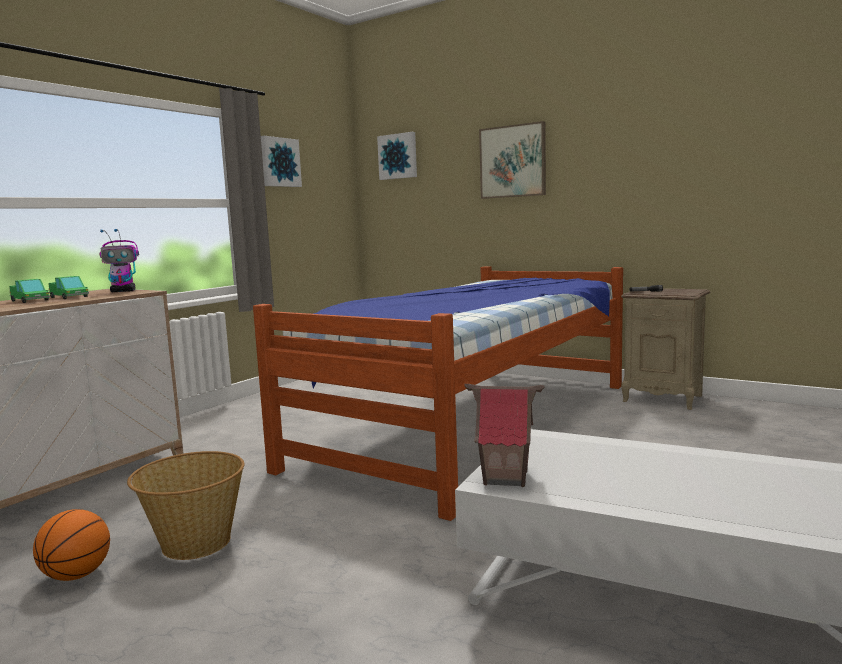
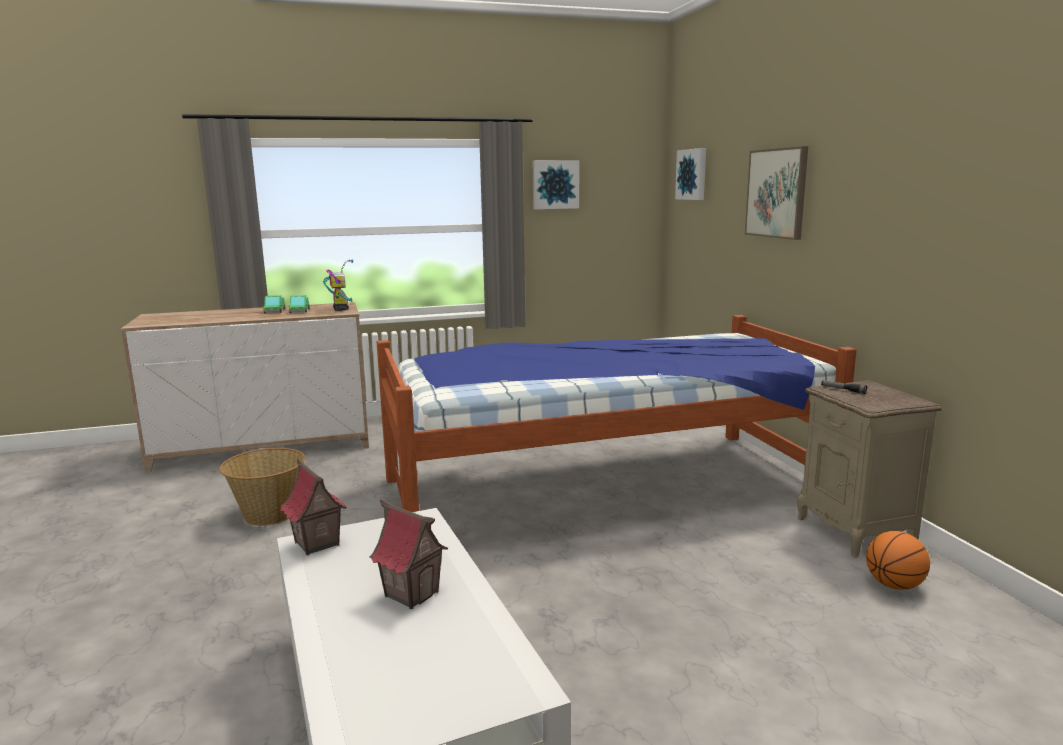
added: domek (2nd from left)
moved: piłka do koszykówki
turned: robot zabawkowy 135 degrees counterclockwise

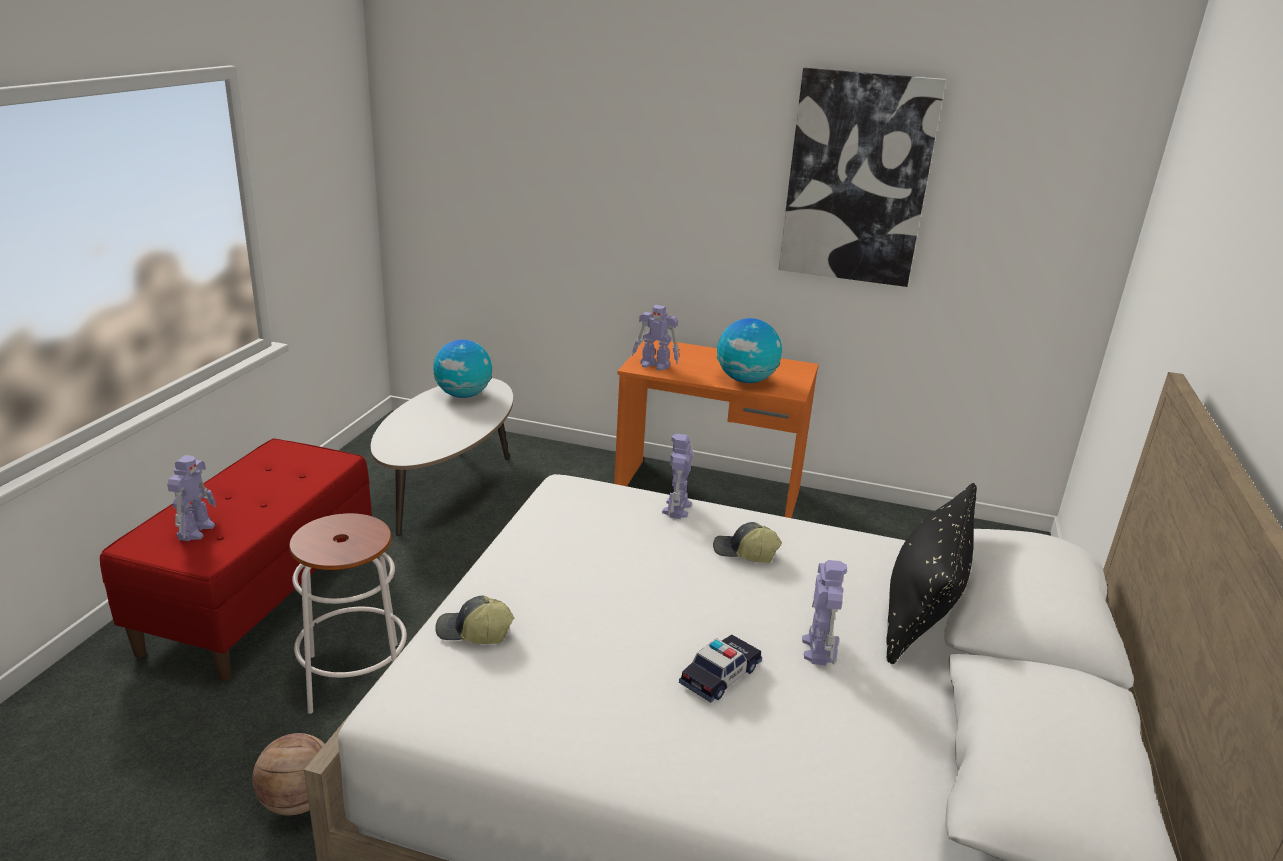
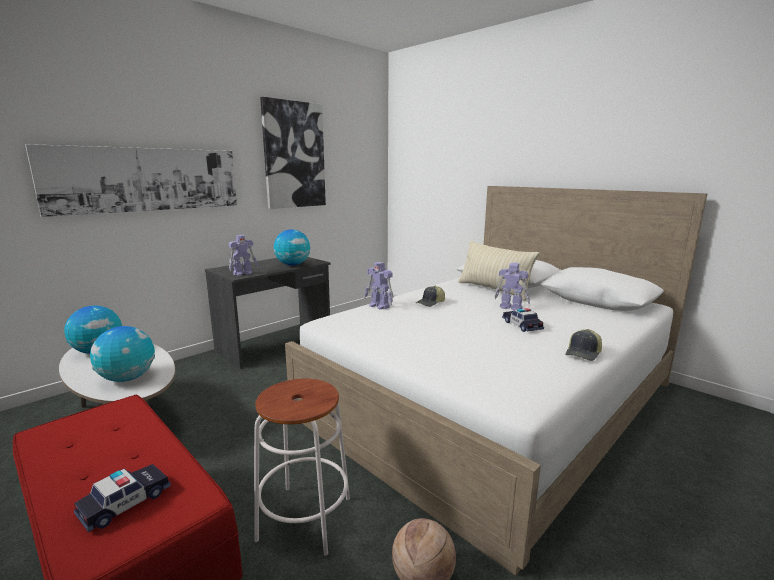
added: obraz (1st from left); globus (2nd from left)
moved: czapka z daszkiem (1st from left in the first image) to czapka z daszkiem (2nd from left)
replaced: robot zabawkowy (1st from left) to samochodzik (1st from left)
recoloured: biurko/pomarańczowy to biurko/szary; poduszka/czarny to poduszka/beżowy

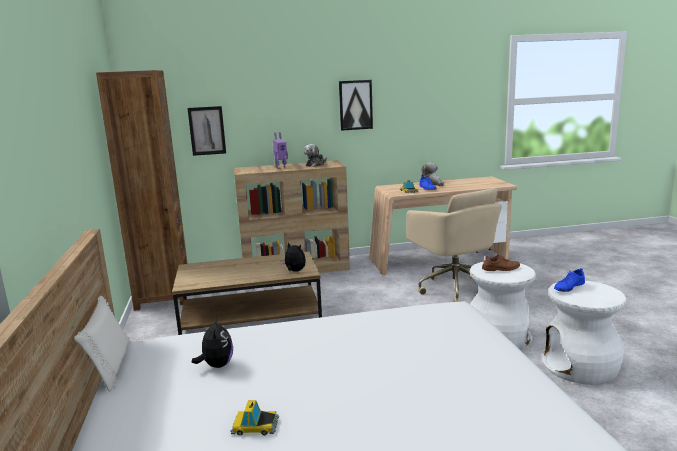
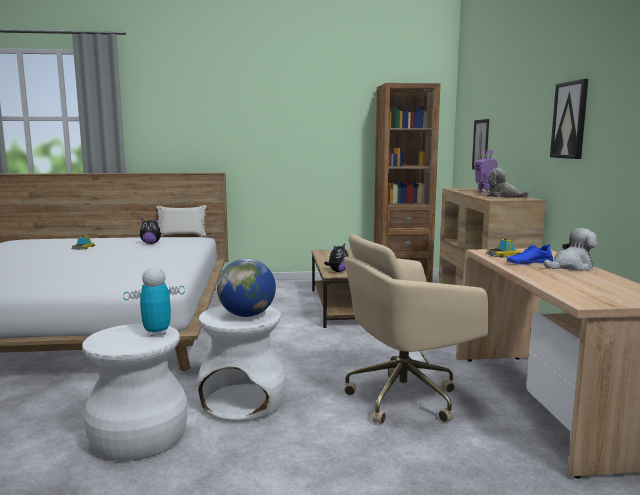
replaced: but/brązowy to globus; but/niebieski (2nd from left) to robot zabawkowy (1st from left)

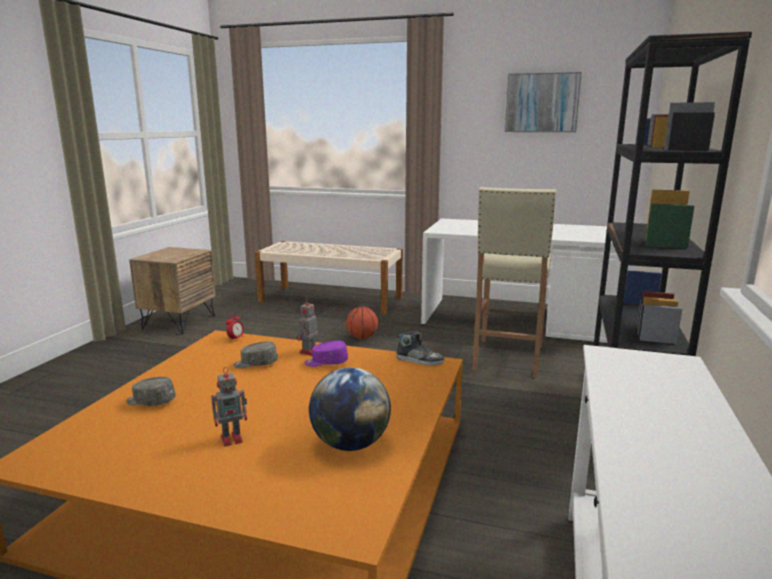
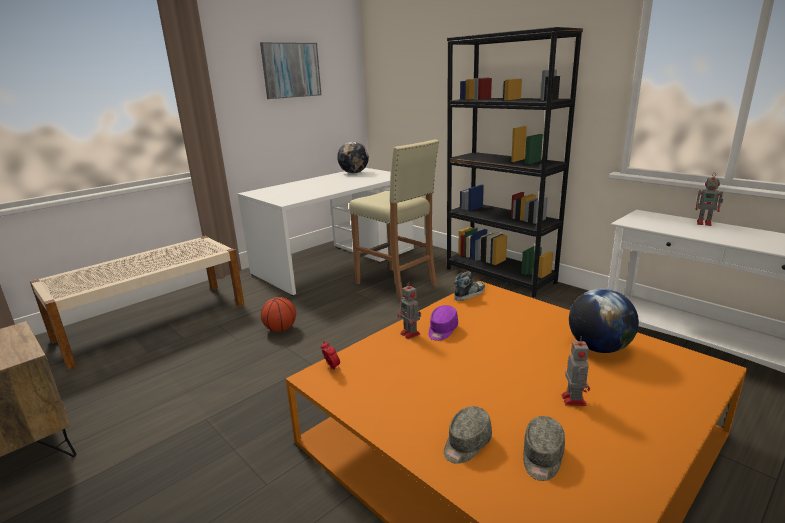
added: globus (1st from left); robot zabawkowy (3rd from left)
moved: czapka z daszkiem/szary (2nd from left)

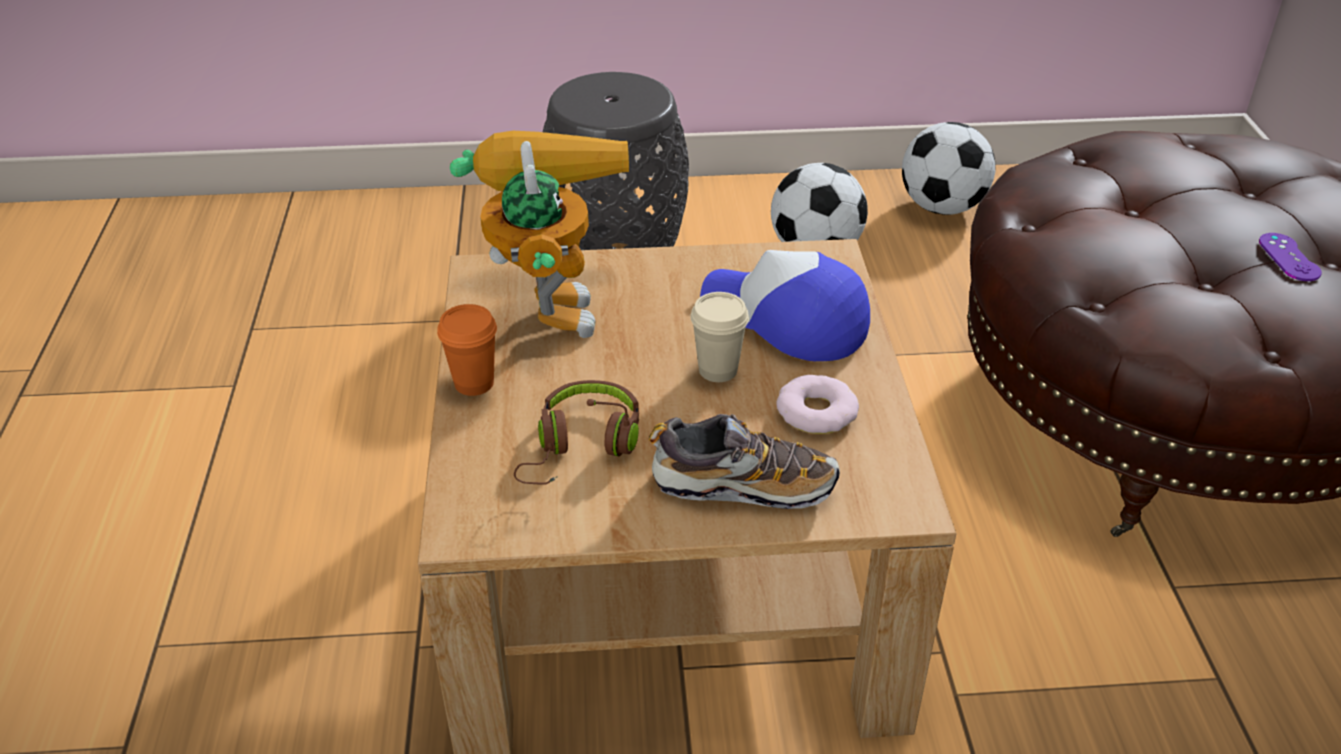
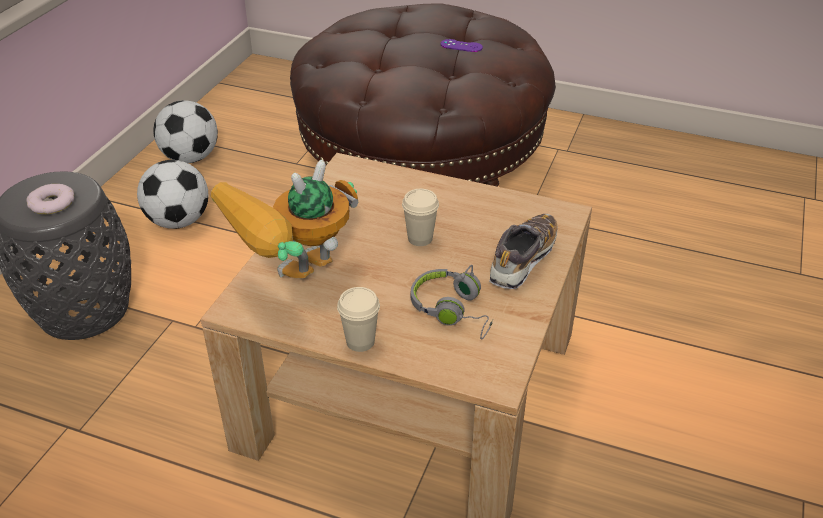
removed: czapka z daszkiem
moved: donut
recoloured: filiżanka/pomarańczowy to filiżanka/beżowy (1st from left); słuchawki/brązowy to słuchawki/szary
turned: robot zabawkowy 60 degrees counterclockwise

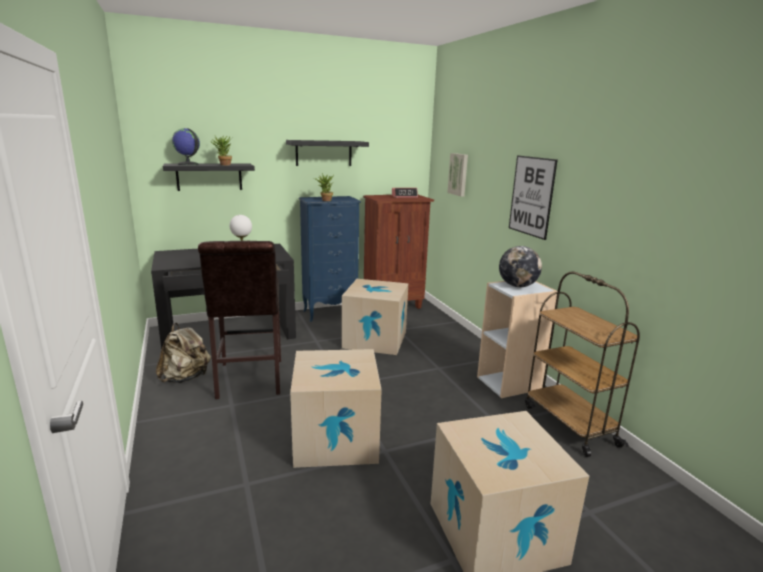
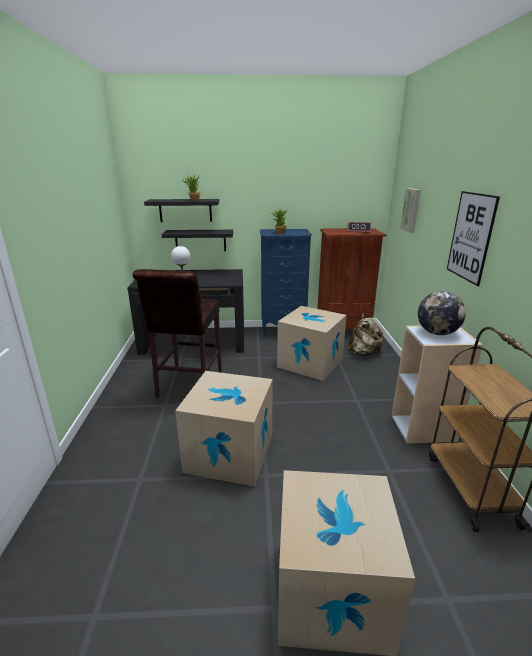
removed: globus (1st from left)
moved: plecak/beżowy; półka/czarny (2nd from left)

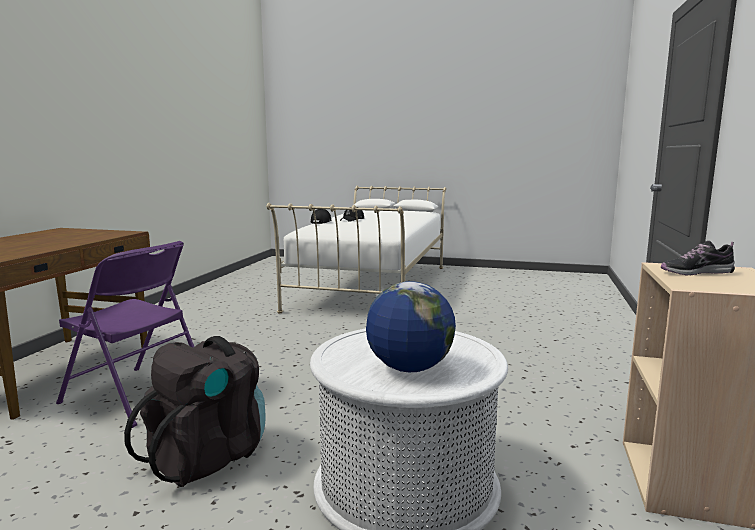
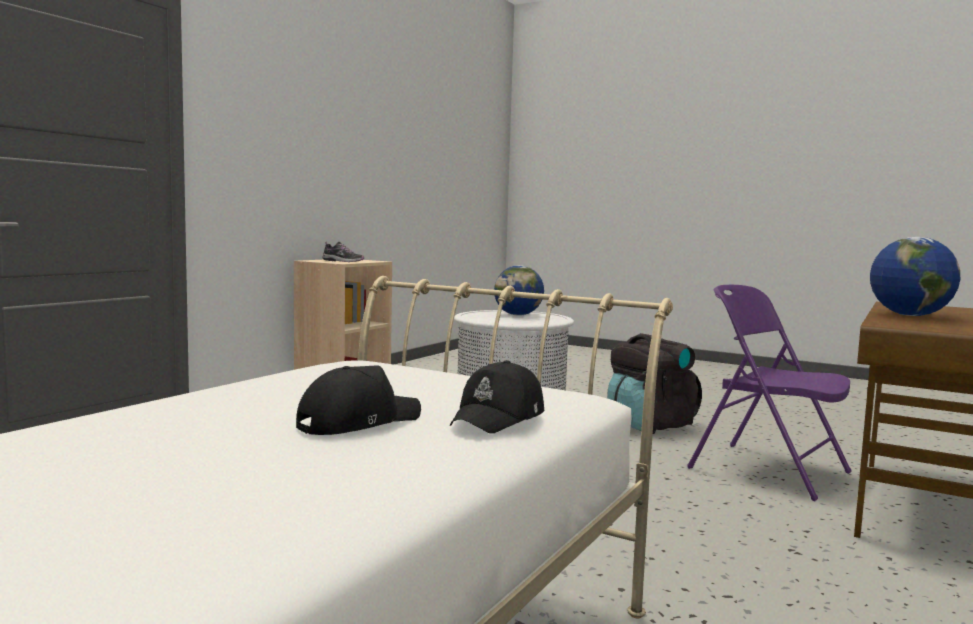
added: globus (2nd from left)

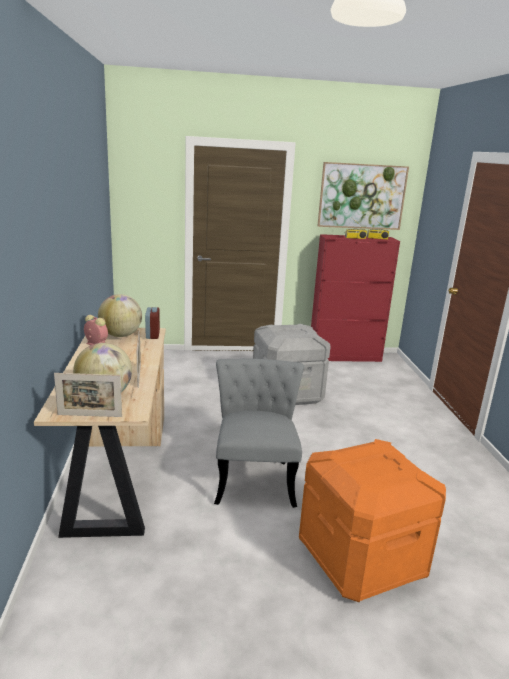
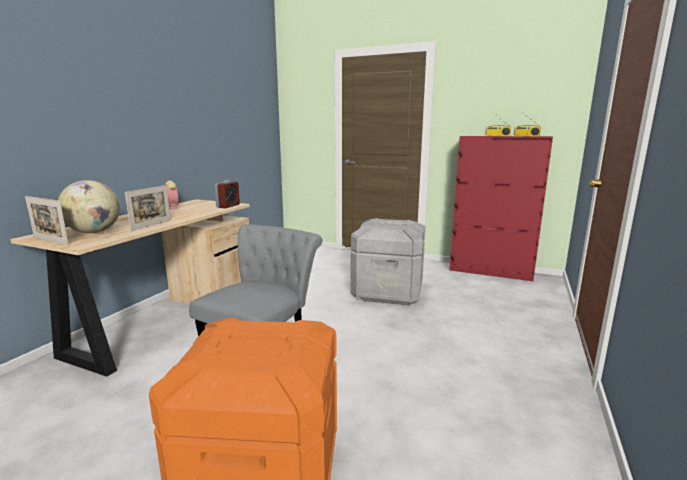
removed: globus (2nd from left); obraz

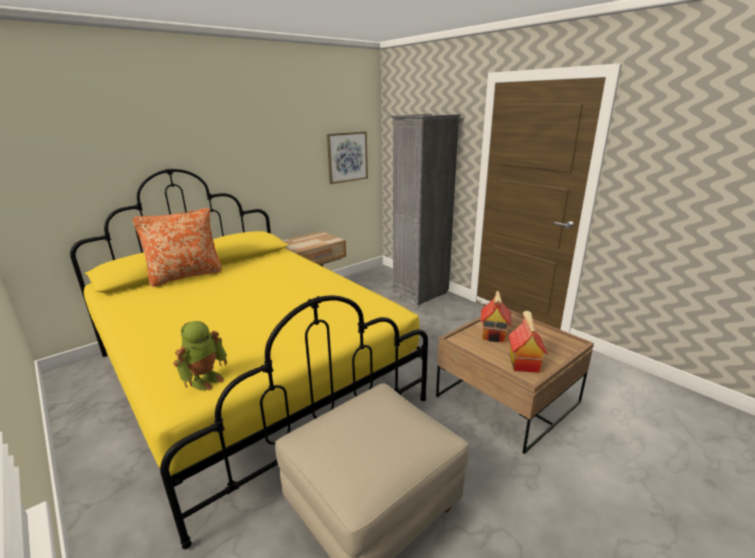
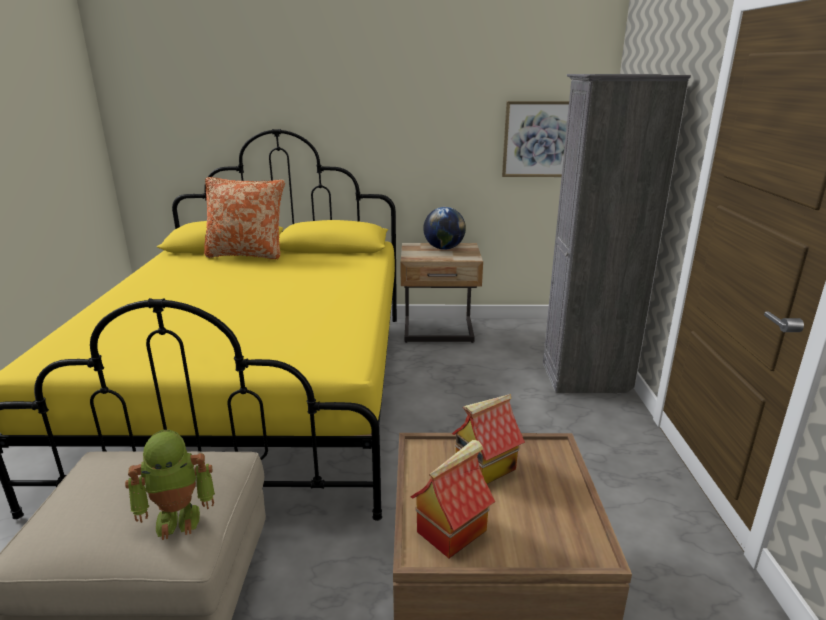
added: globus
moved: robot zabawkowy

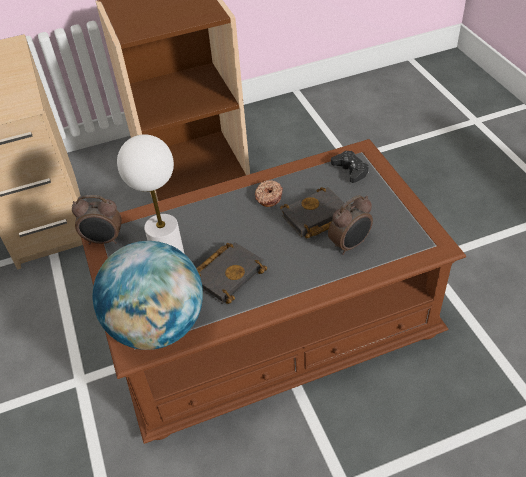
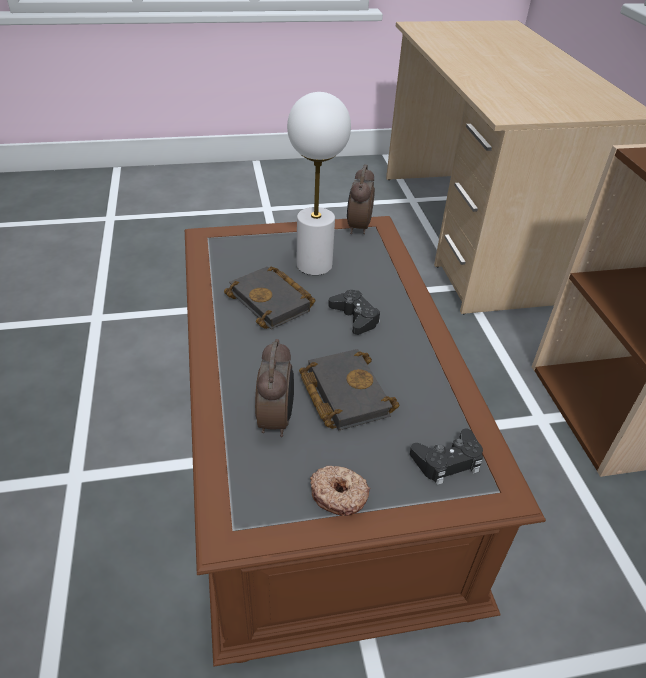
removed: globus
added: pad do gier/czarny (1st from left)
moved: donut
turned: budzik (2nd from left in the first image) 150 degrees counterclockwise

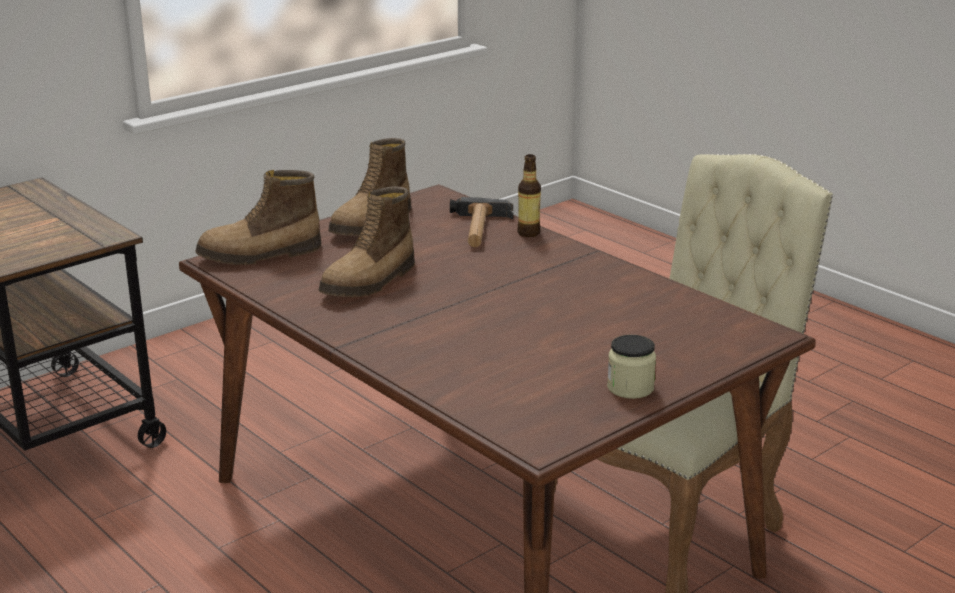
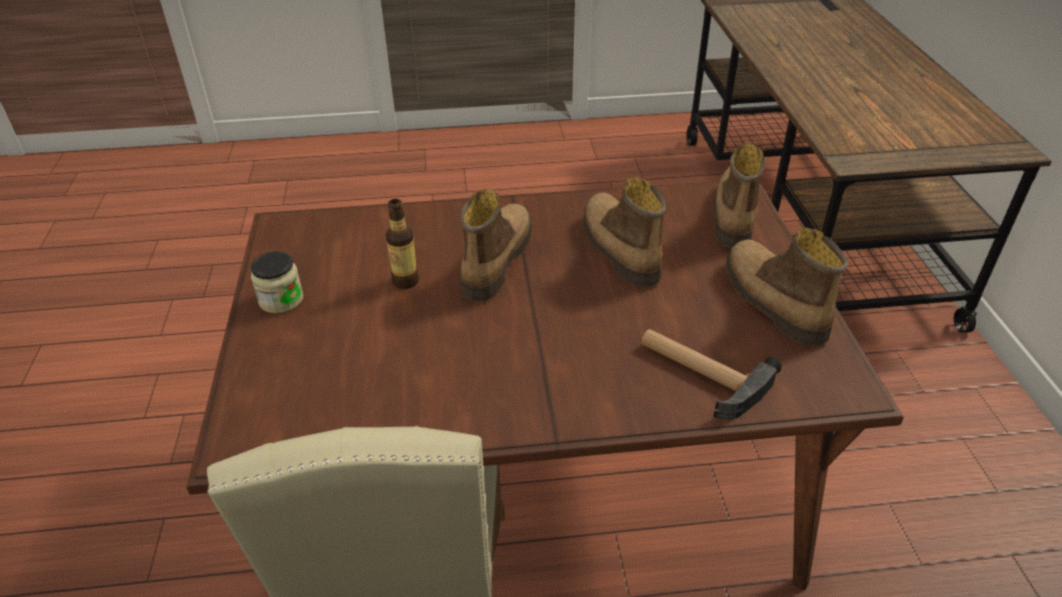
added: but z cholewką (1st from left)
moved: butelka

